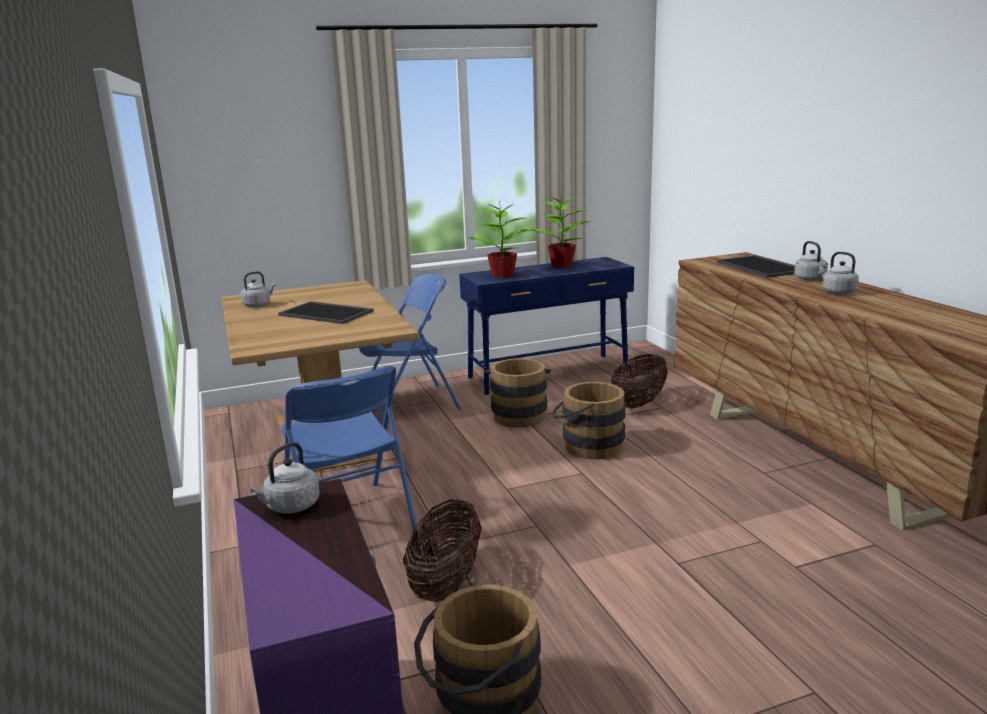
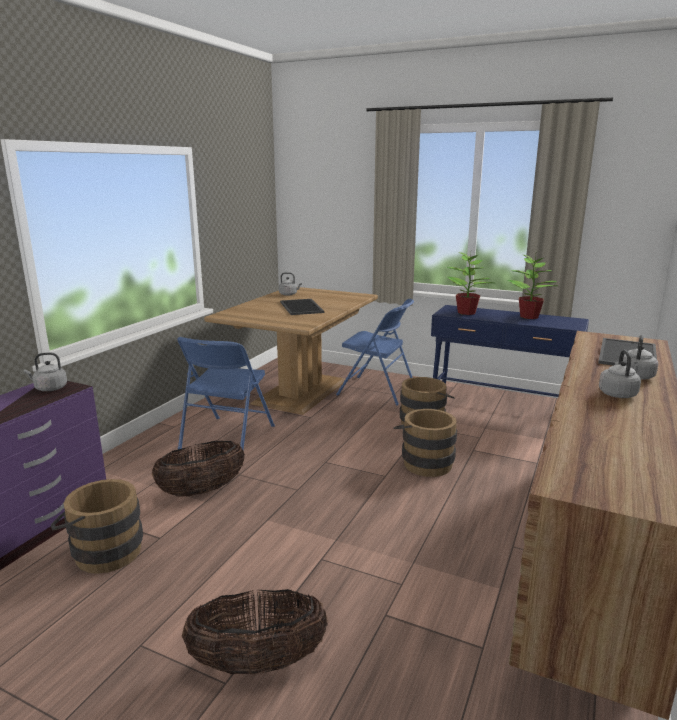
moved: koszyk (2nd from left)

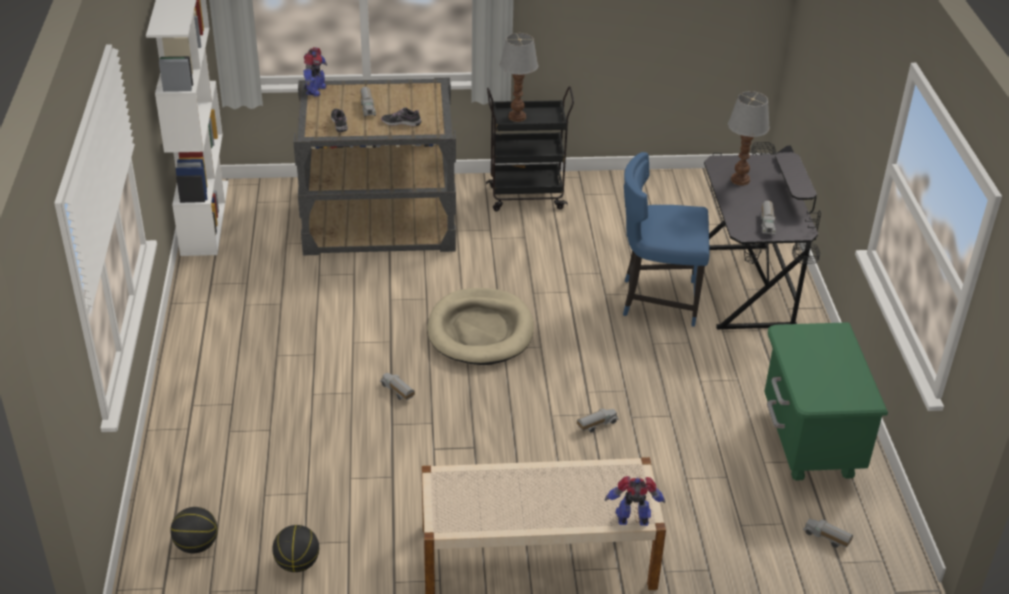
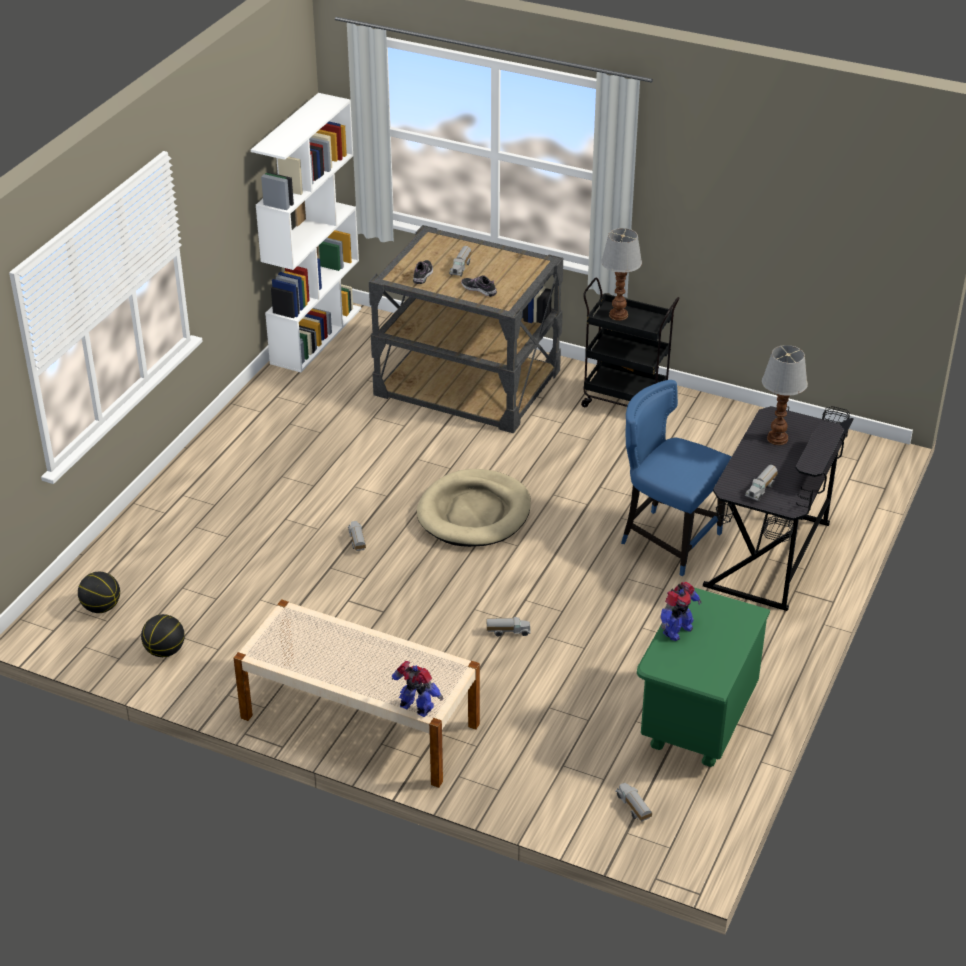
moved: robot zabawkowy (1st from left in the first image) to robot zabawkowy (2nd from left)

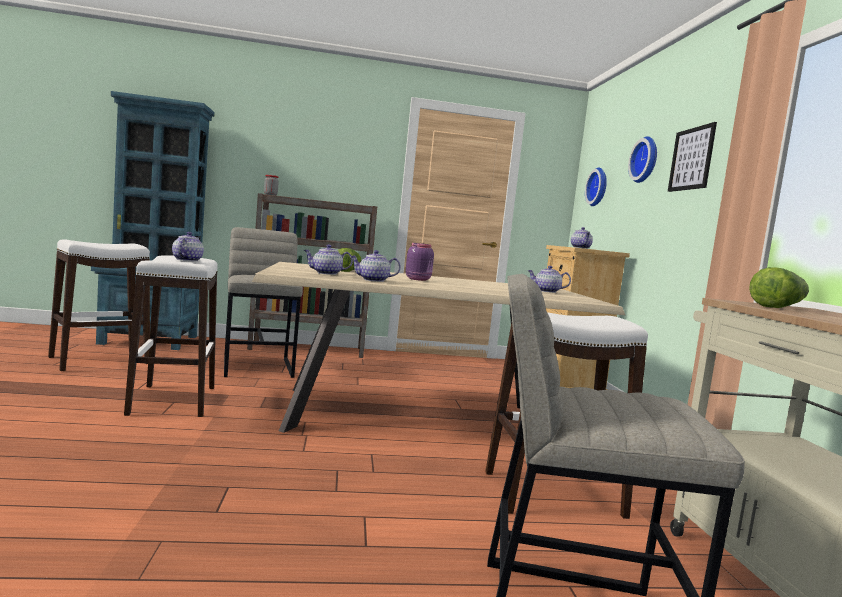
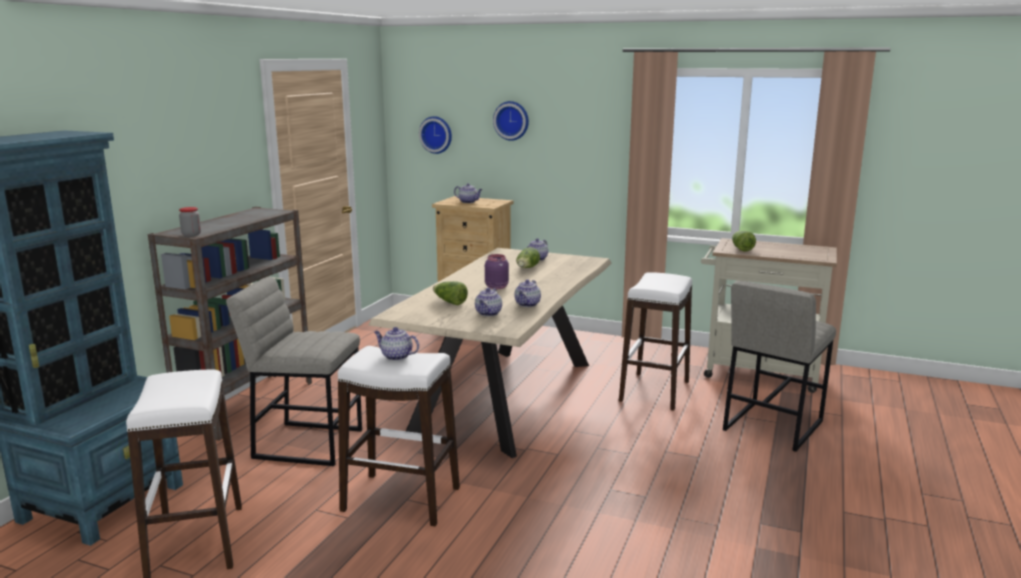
removed: obraz
added: sałata (2nd from left)

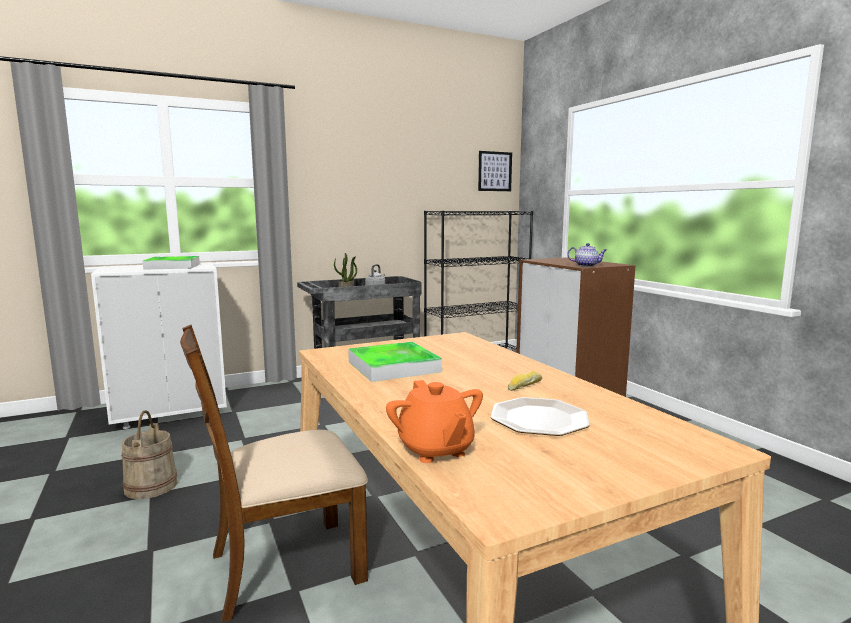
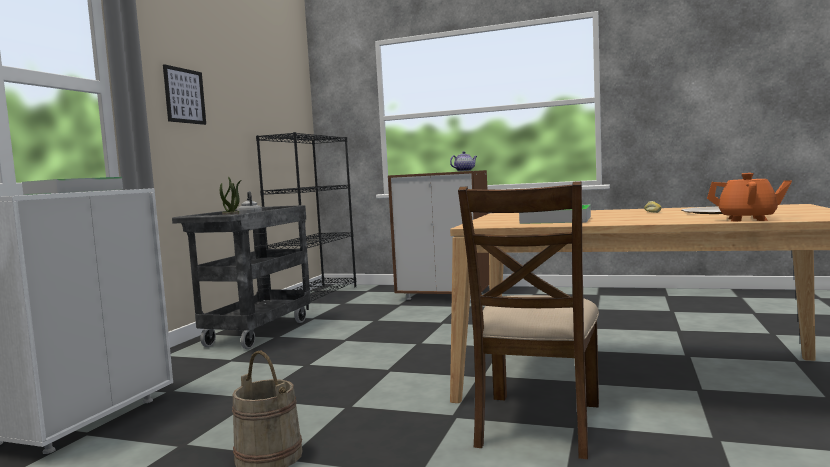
moved: obraz

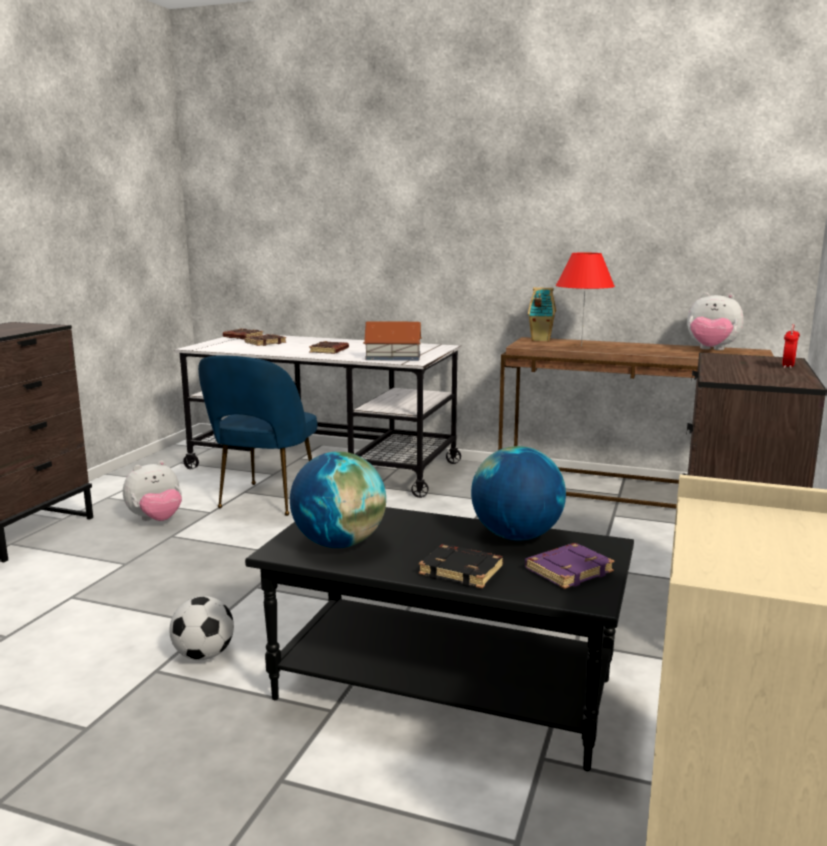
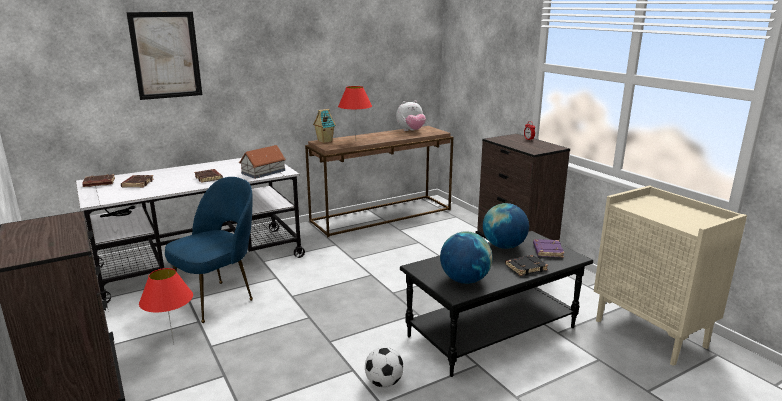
added: obraz
replaced: pluszak (1st from left) to lampa stołowa/czerwony (1st from left)
turned: krzesło/niebieski 105 degrees counterclockwise

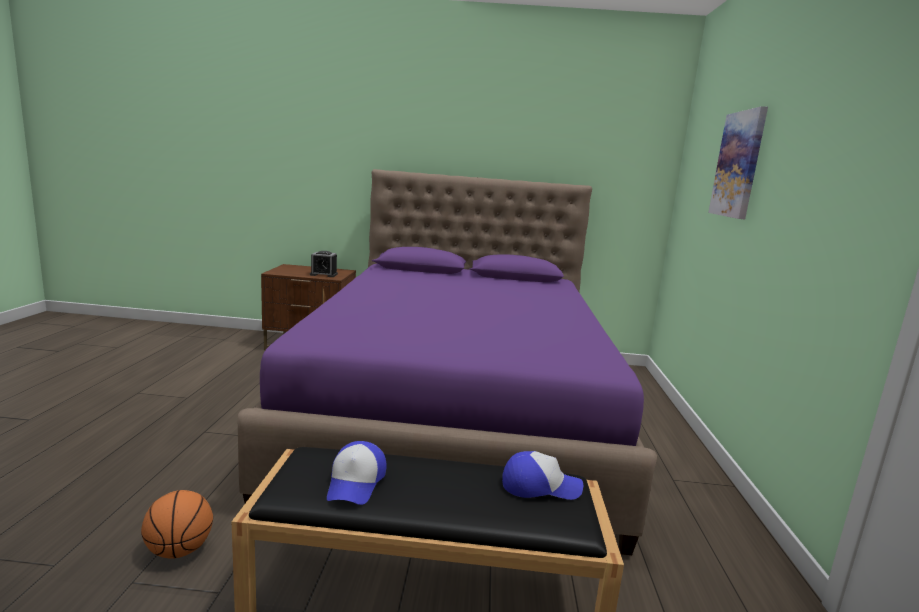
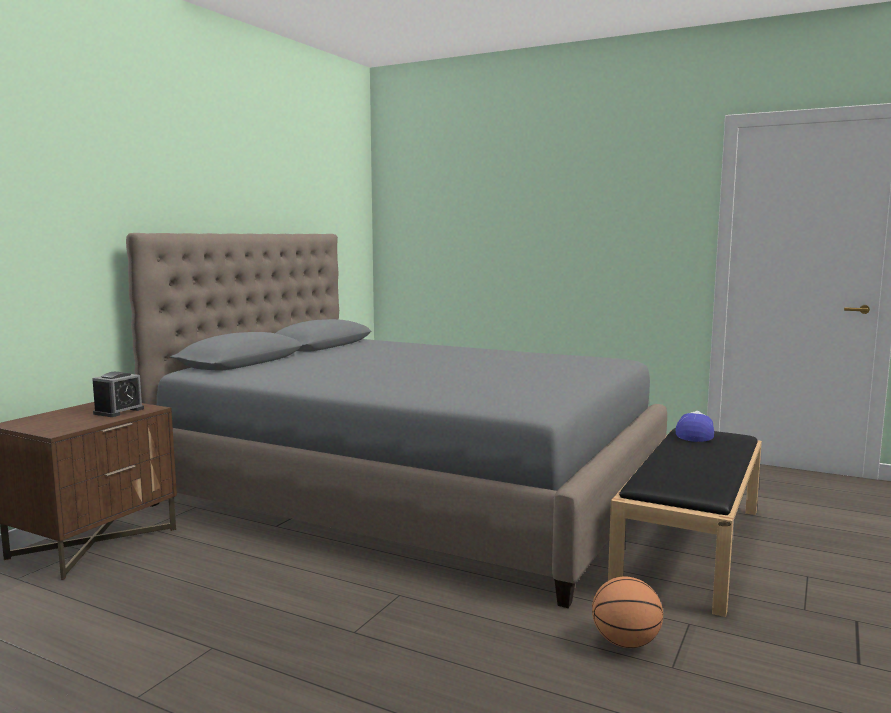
removed: czapka z daszkiem (1st from left); obraz
recoloured: łóżko/fioletowy to łóżko/szary

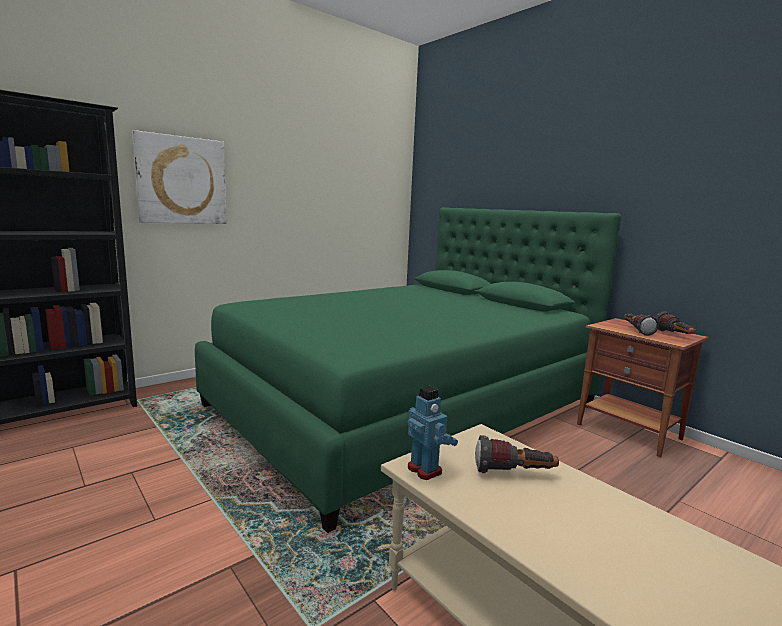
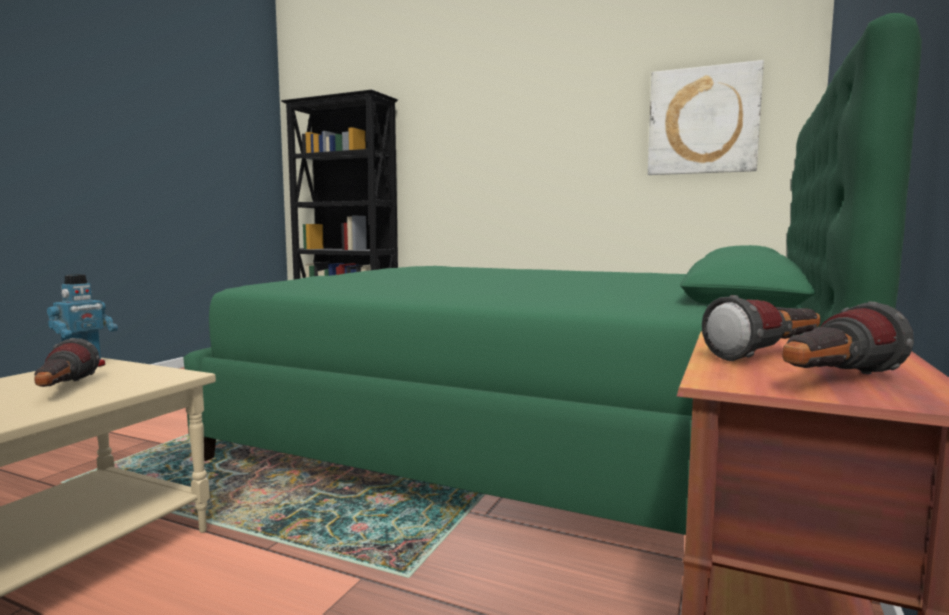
moved: obraz

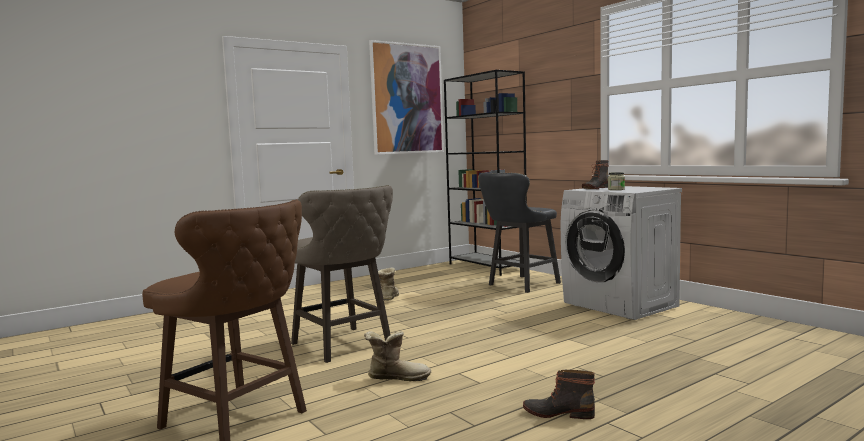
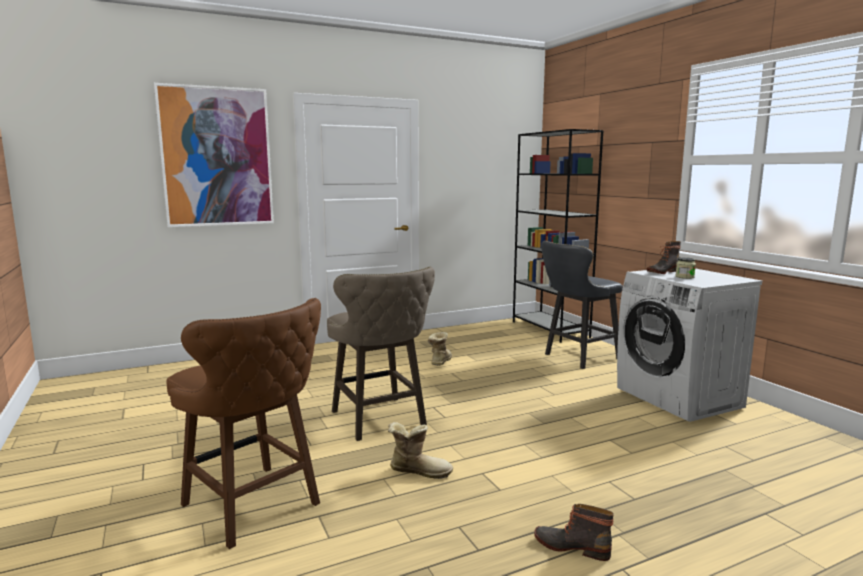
moved: obraz

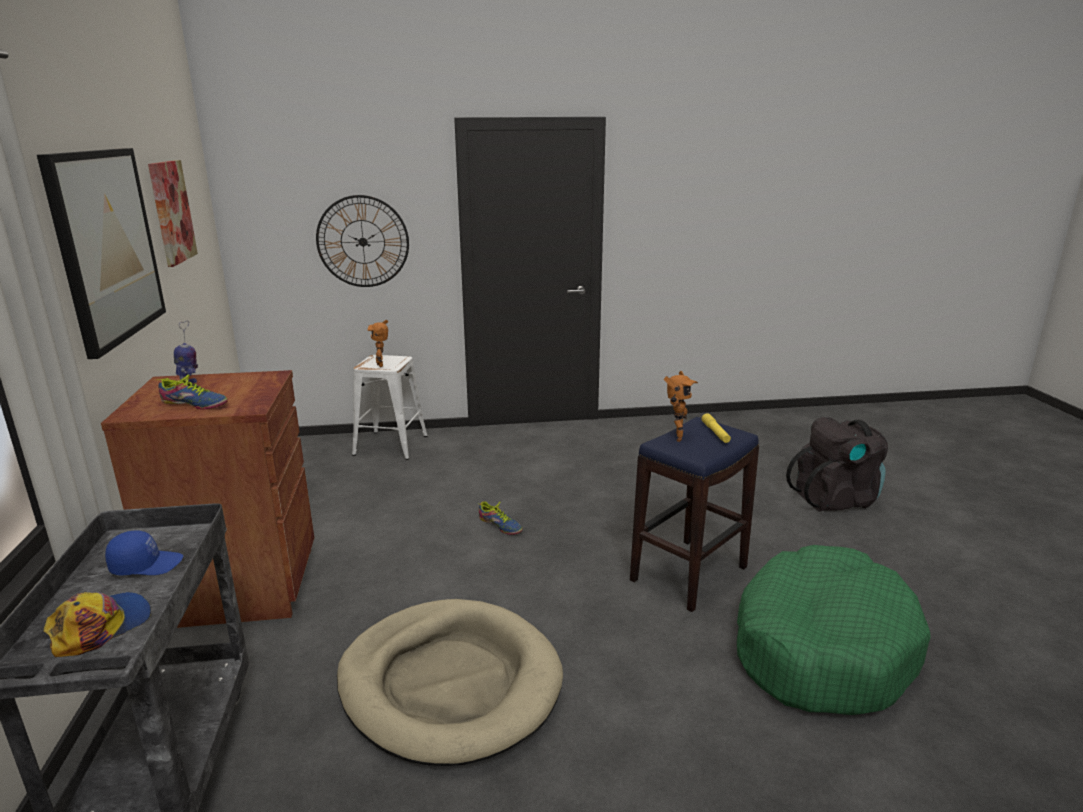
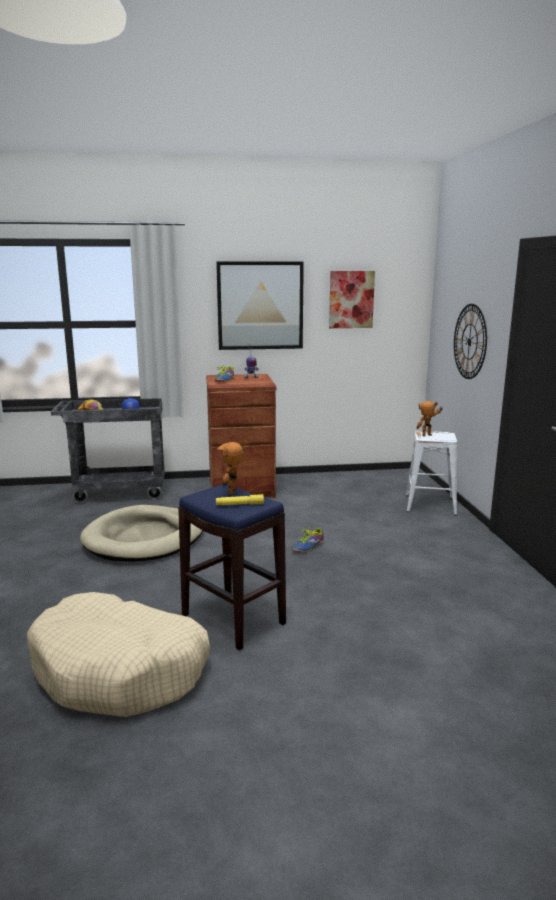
removed: plecak/czarny
recoloured: legowisko/zielony to legowisko/beżowy (1st from left)
turned: robot zabawkowy (3rd from left in the first image) 90 degrees clockwise

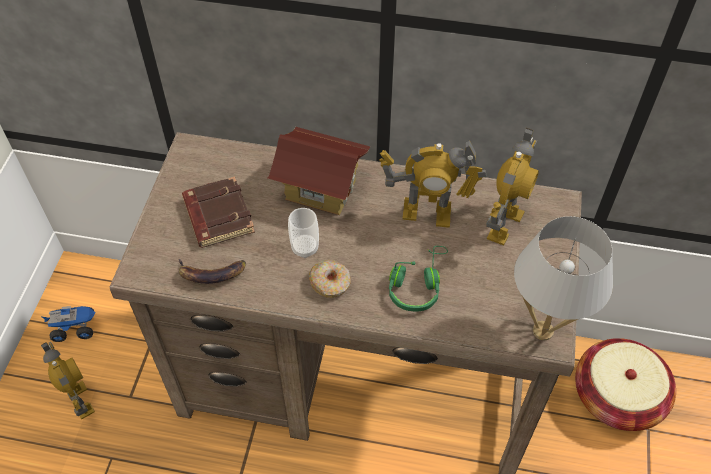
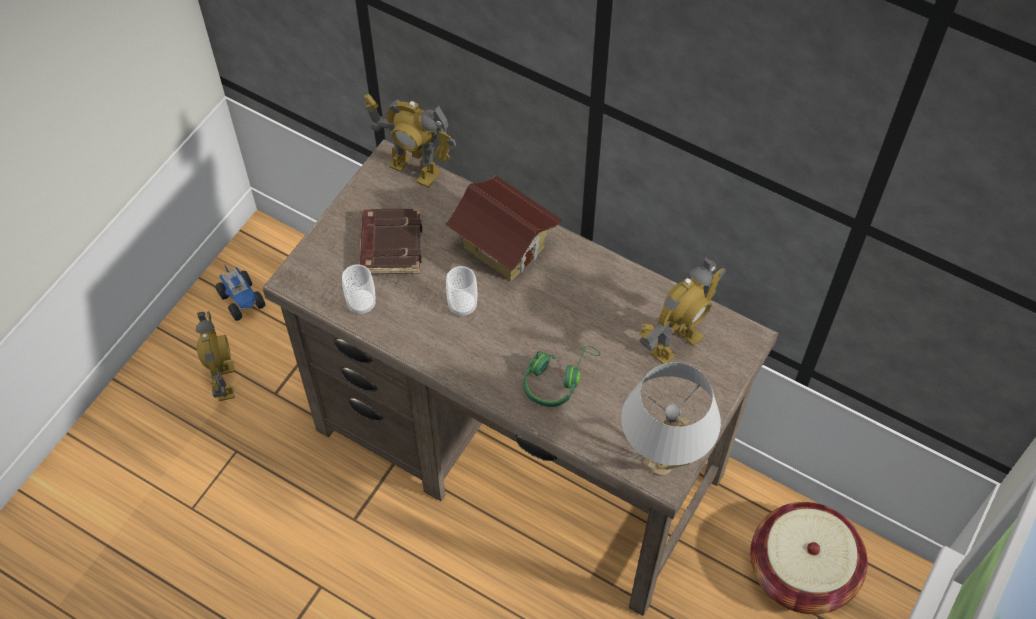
removed: donut
moved: robot zabawkowy (2nd from left)
replaced: banan to filiżanka (1st from left)
turned: ciężarówka zabawkowa 45 degrees clockwise

